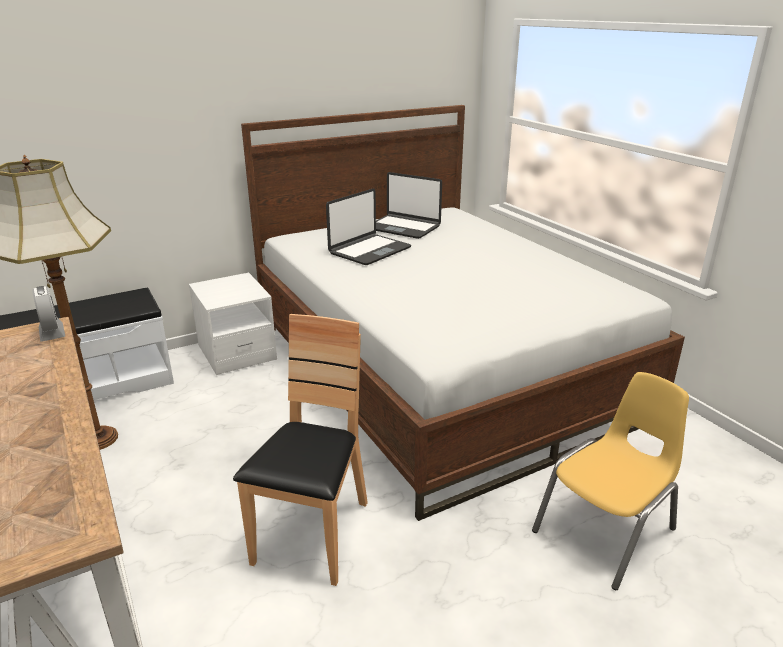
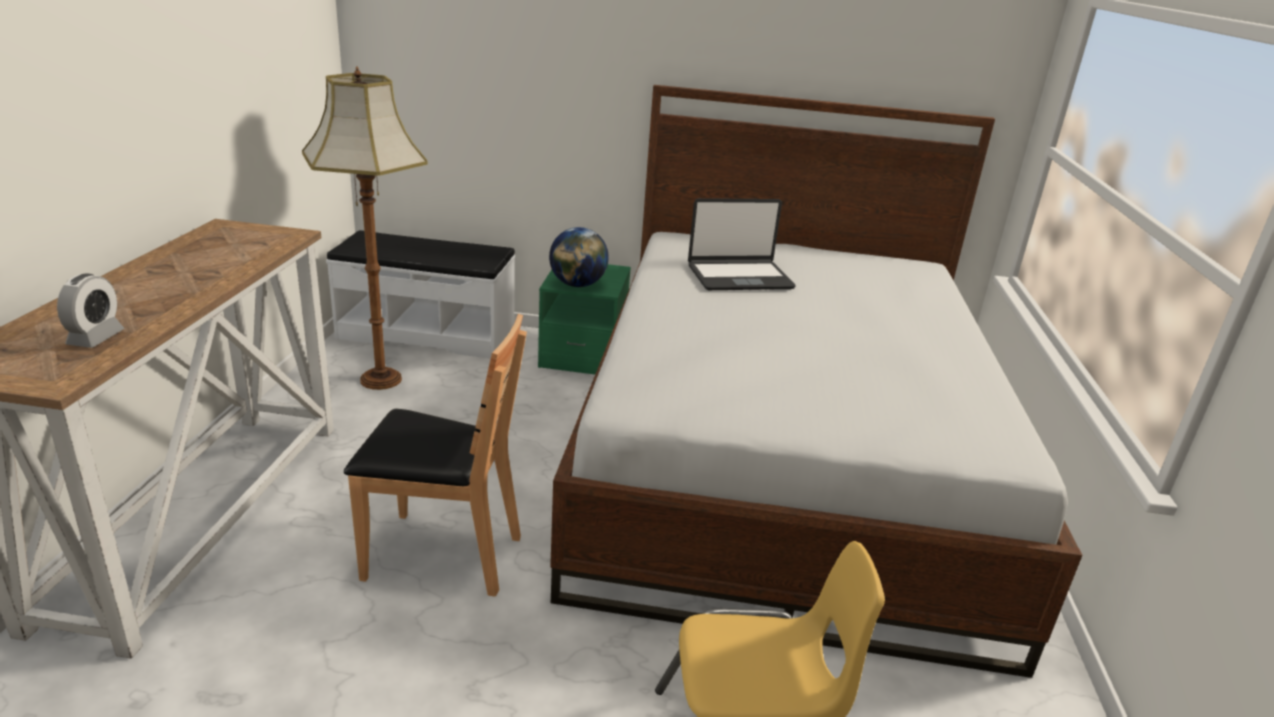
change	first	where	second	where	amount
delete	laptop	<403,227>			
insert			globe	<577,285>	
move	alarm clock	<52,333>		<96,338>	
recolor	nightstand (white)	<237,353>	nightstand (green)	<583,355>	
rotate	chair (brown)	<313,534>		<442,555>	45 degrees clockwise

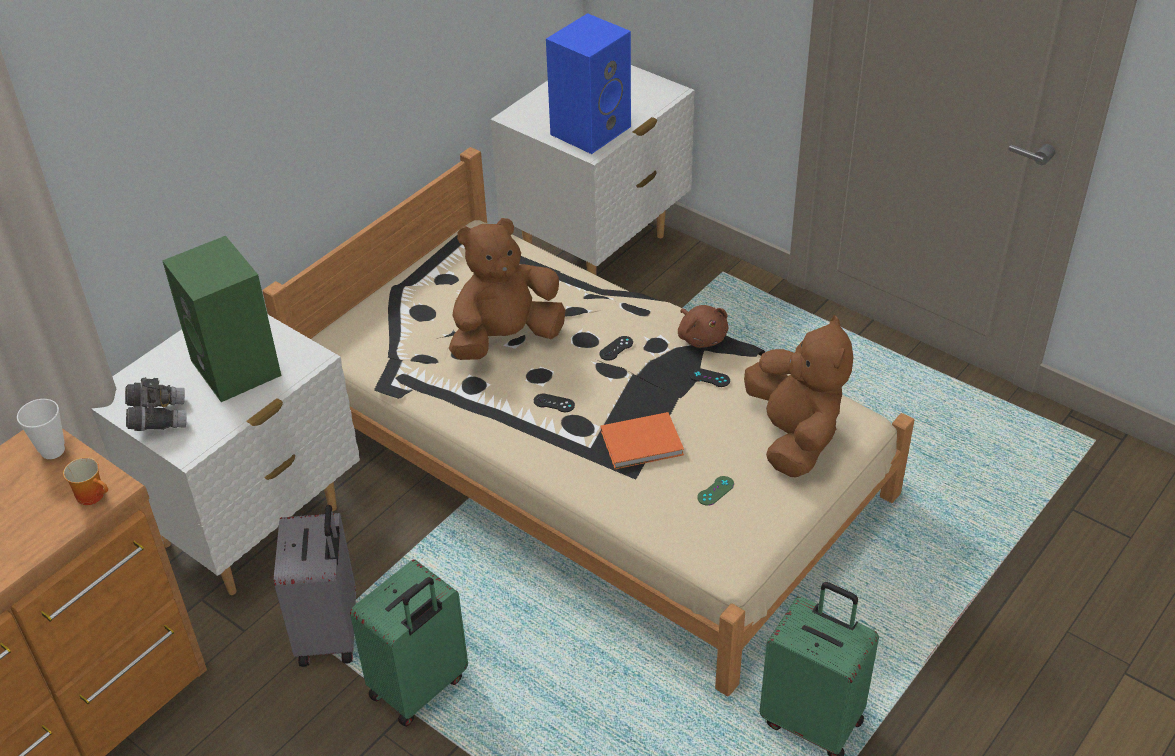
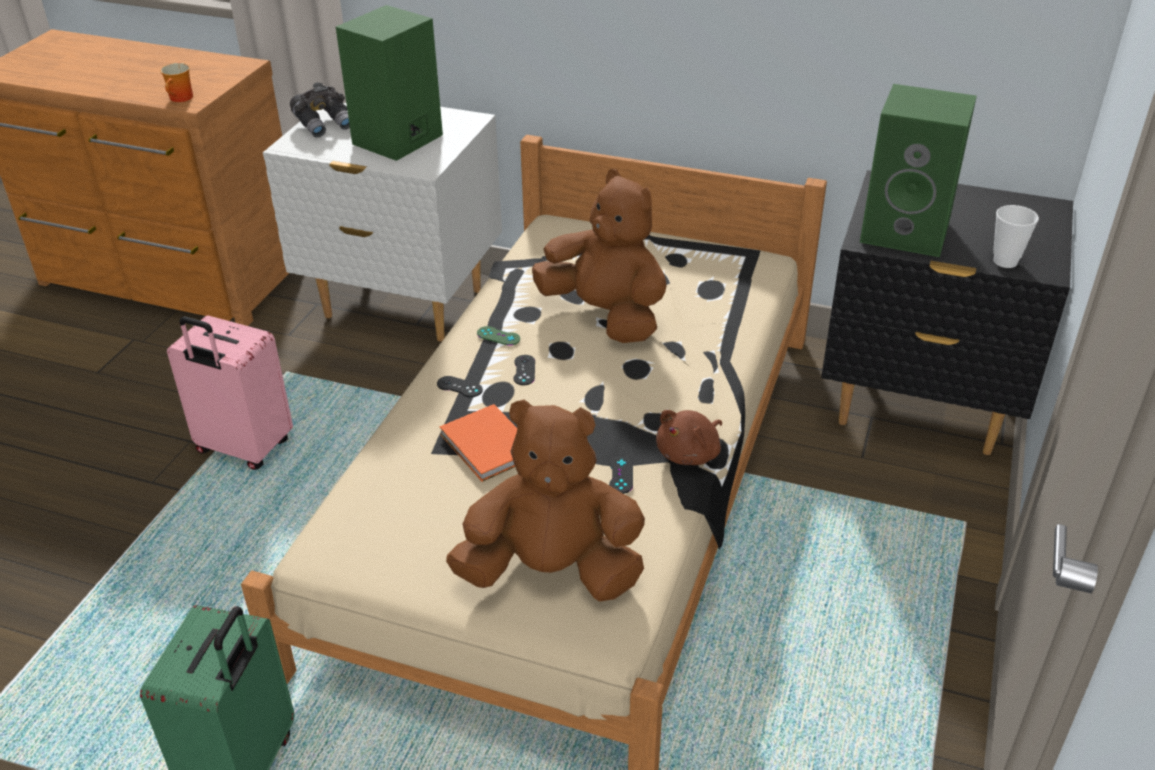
change	first	where	second	where	amount
delete	suitcase (grey)	<330,633>			
move	cup	<52,450>		<1005,261>	
move	game controller (black)	<616,348>		<459,387>	
move	game controller (green)	<715,491>		<498,336>	
recolor	suitcase (green)	<420,688>	suitcase (pink)	<243,448>	
recolor	nightstand (white)	<597,249>	nightstand (black)	<919,408>	
recolor	speaker (blue)	<590,129>	speaker (green)	<907,232>	
rotate	plush toy (brown)	<794,436>		<552,572>	150 degrees counterclockwise

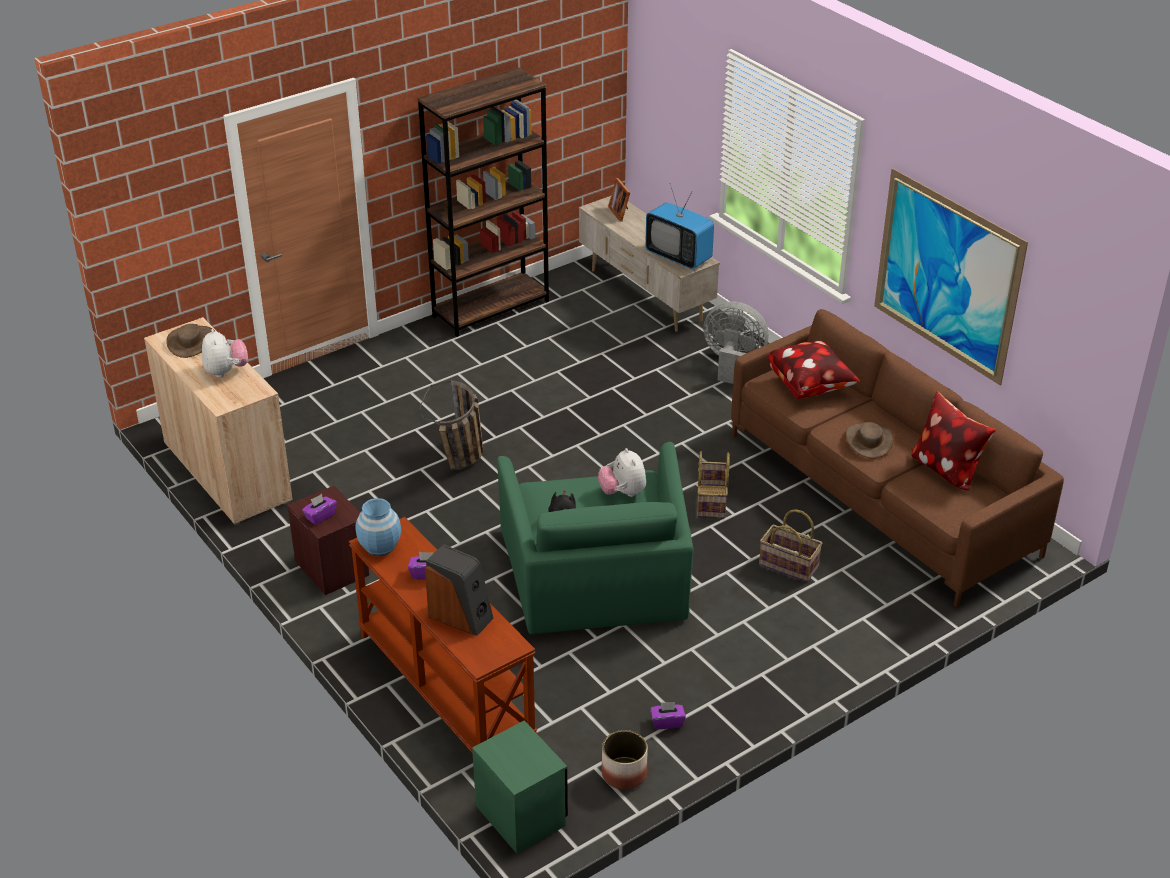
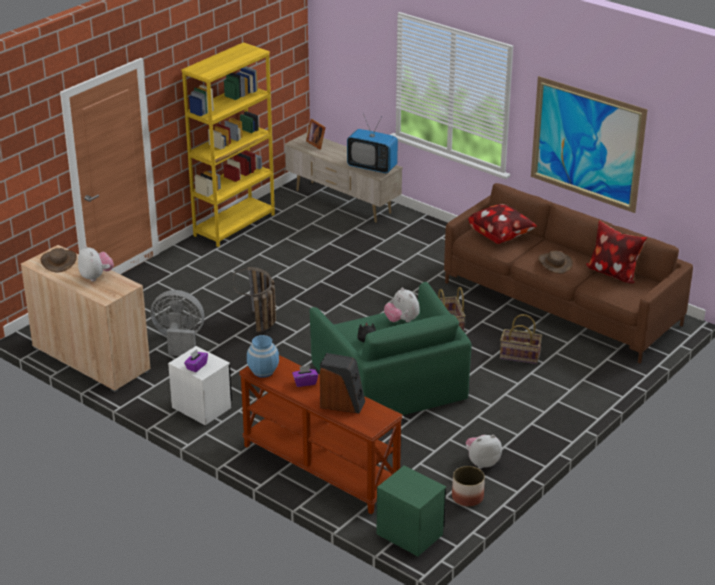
change	first	where	second	where	amount
move	fan (grey)	<733,365>		<179,341>	
replace	tissue box (purple)	<667,722>	plush toy	<482,462>	
recolor	nightstand (brown)	<332,568>	nightstand (white)	<201,407>	
recolor	bookcase (brown)	<491,308>	bookcase (yellow)	<234,225>	

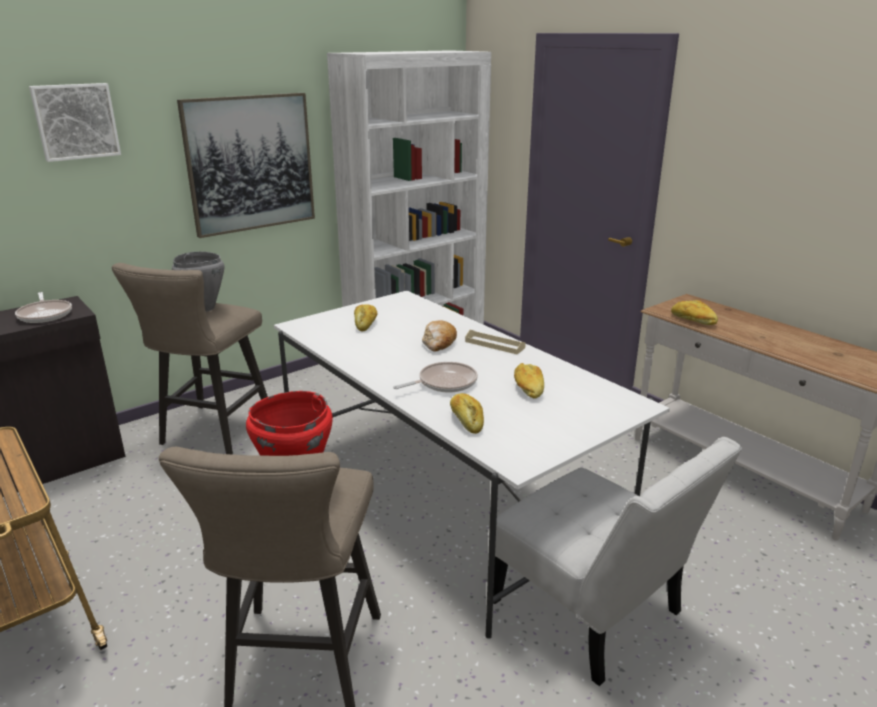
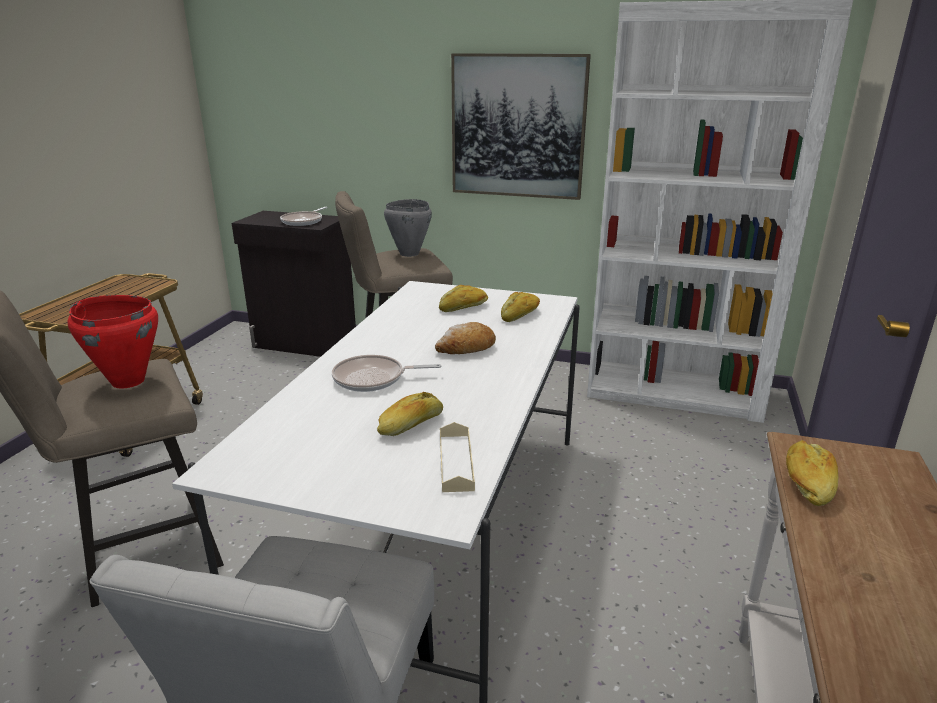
change	first	where	second	where	amount
delete	picture	<76,121>			
move	bread	<466,420>		<520,315>	
move	tray (beige)	<494,344>		<456,462>	
rotate	frying pan	<444,383>		<373,379>	150 degrees clockwise

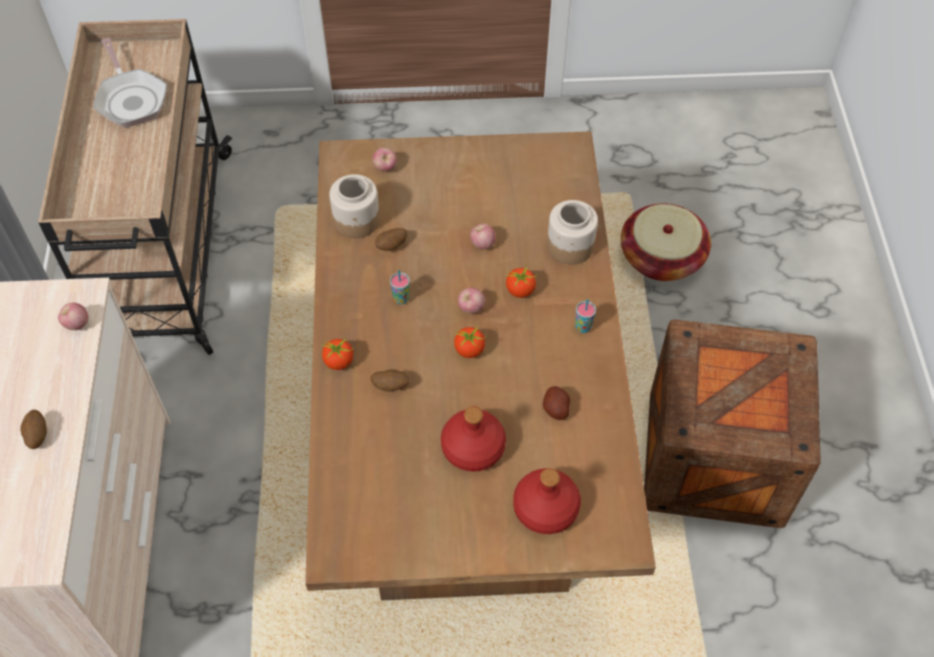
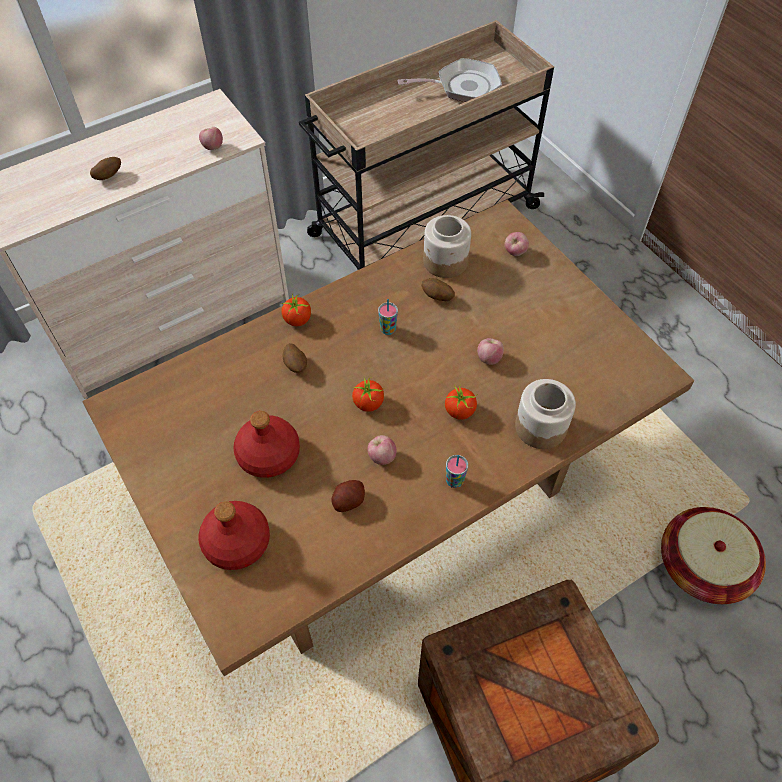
change	first	where	second	where	amount
move	apple	<471,308>		<381,457>	
rotate	frying pan	<131,99>		<462,87>	135 degrees counterclockwise

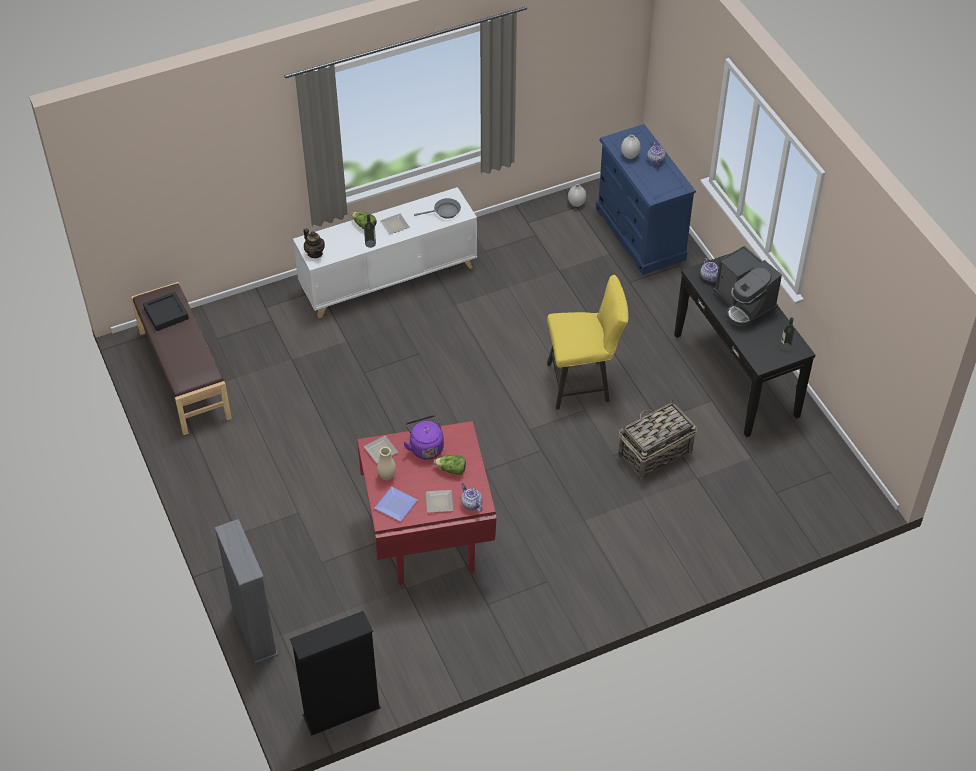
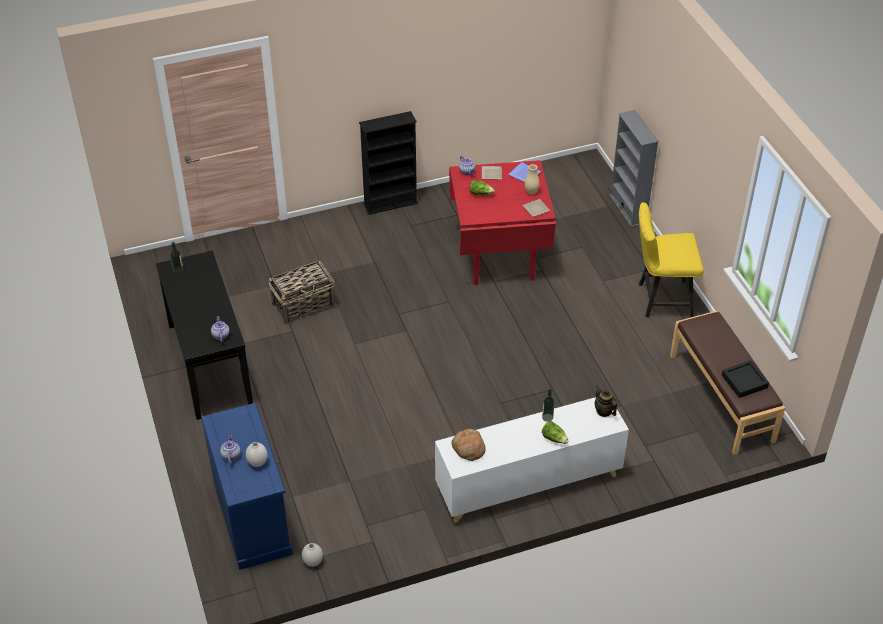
change	first	where	second	where	amount
delete	plate	<393,225>			
delete	kettle (purple)	<425,447>			
delete	coffee machine	<744,303>			
move	bookcase (black)	<341,712>		<390,203>	
move	chair (yellow)	<583,383>		<660,300>	
replace	frying pan (grey)	<444,212>	bread	<468,448>	

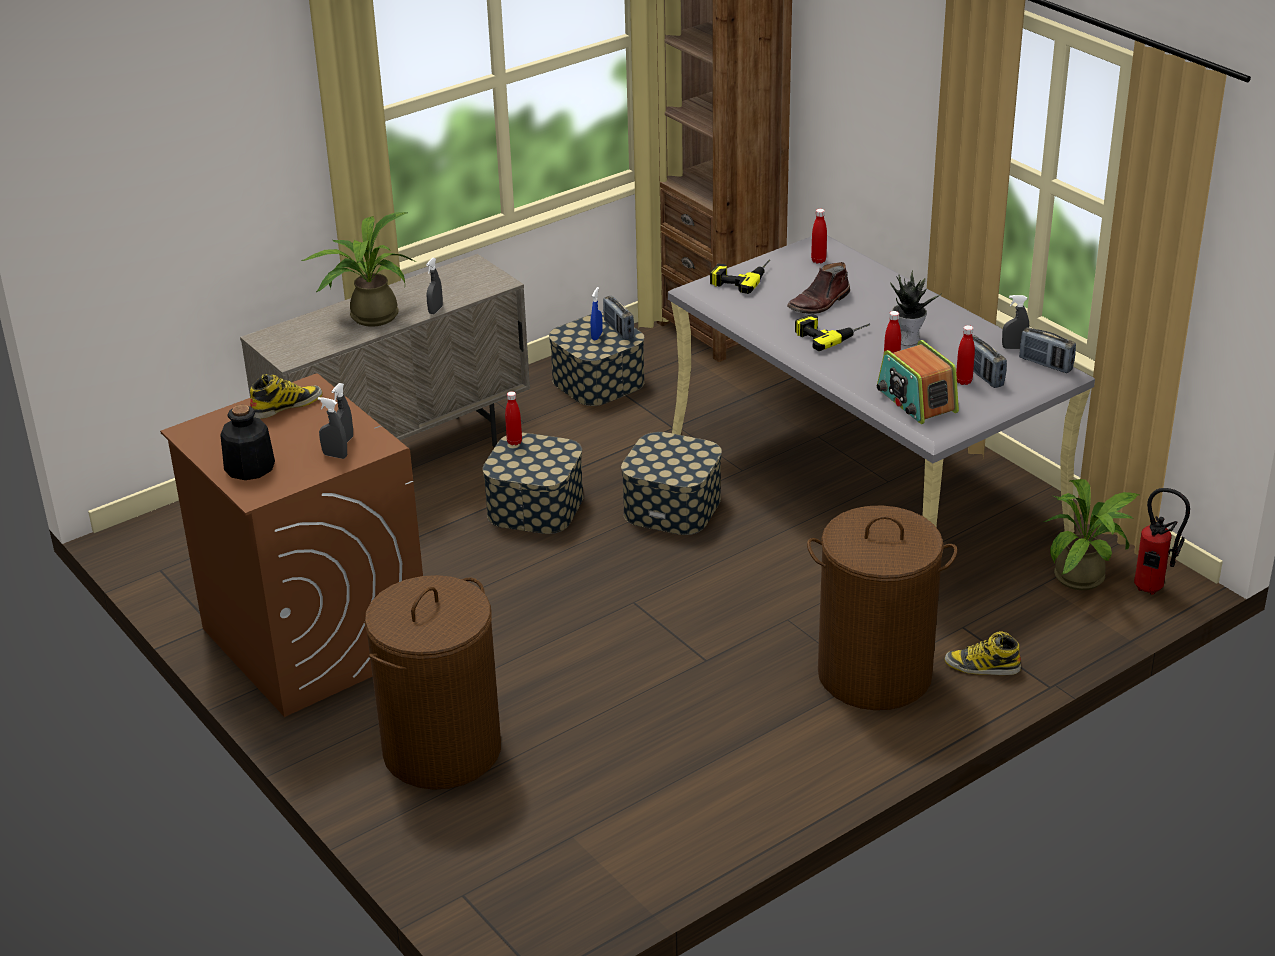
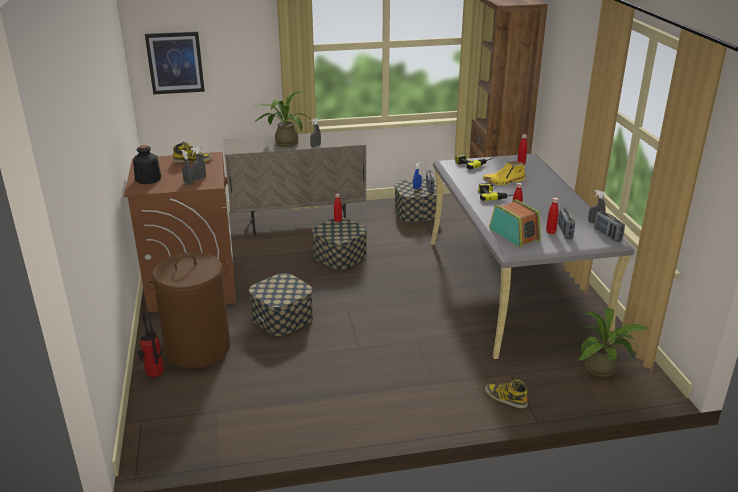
change	first	where	second	where	amount
delete	laundry basket (brown)	<874,675>			
delete	potted plant	<908,338>			
insert			picture	<175,62>	
move	storage box	<672,506>		<282,318>	
move	fire extinguisher	<1152,590>		<155,376>	
recolor	boot (brown)	<819,303>	boot (yellow)	<504,181>	
rotate	radio	<916,401>		<514,234>	150 degrees clockwise

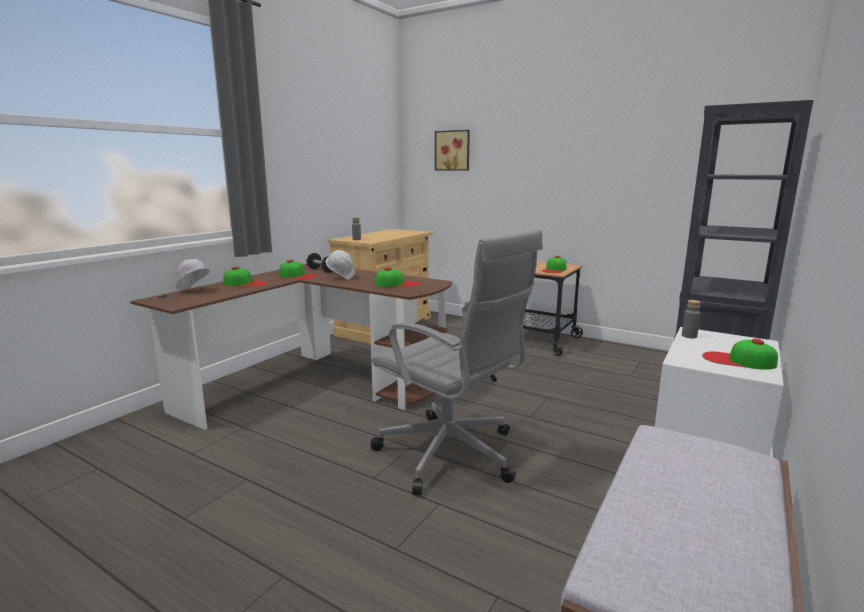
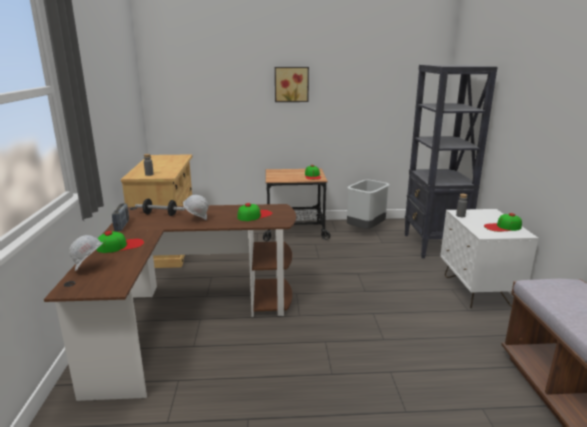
change	first	where	second	where	amount
delete	cap	<298,276>			
delete	office chair (grey)	<451,455>			
insert			radio	<122,226>	
insert			trash can (grey)	<365,229>	
move	picture	<453,150>		<291,84>	

